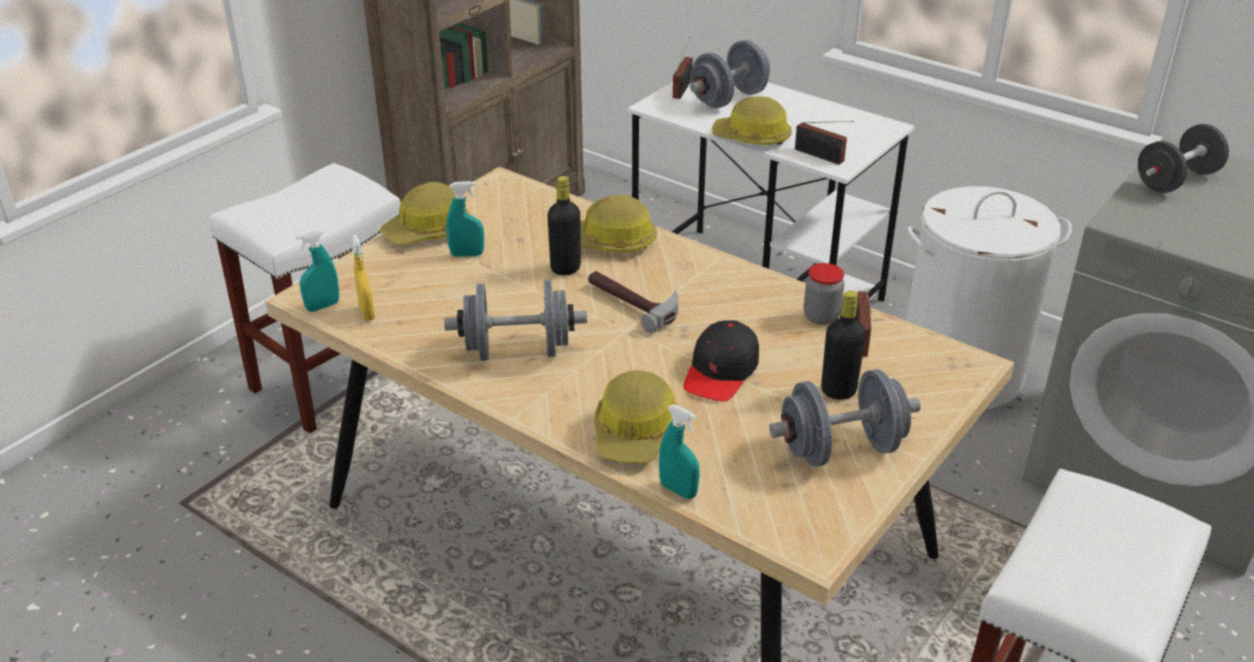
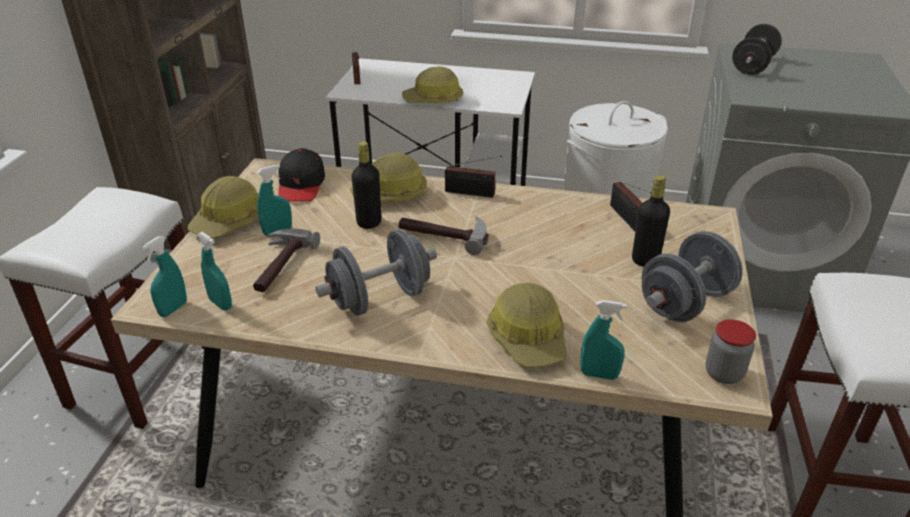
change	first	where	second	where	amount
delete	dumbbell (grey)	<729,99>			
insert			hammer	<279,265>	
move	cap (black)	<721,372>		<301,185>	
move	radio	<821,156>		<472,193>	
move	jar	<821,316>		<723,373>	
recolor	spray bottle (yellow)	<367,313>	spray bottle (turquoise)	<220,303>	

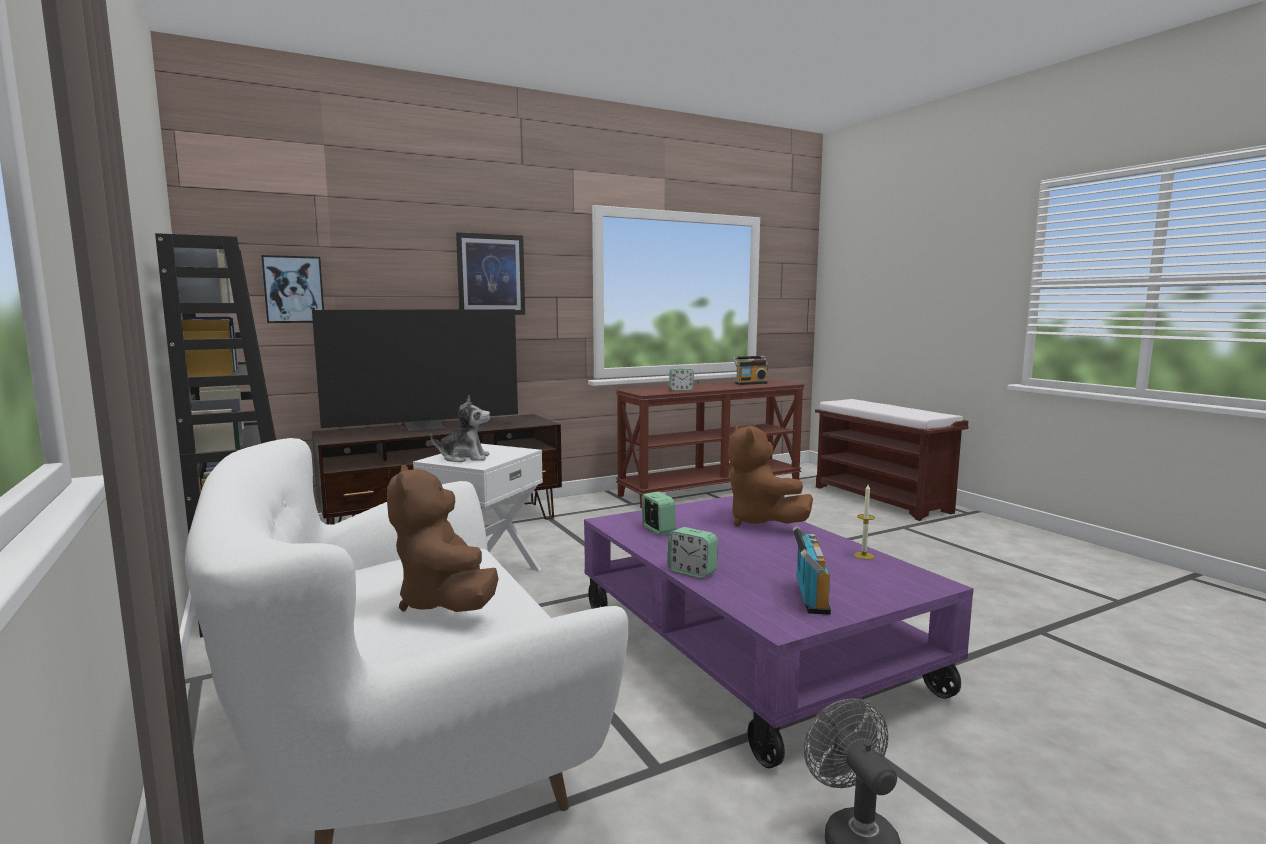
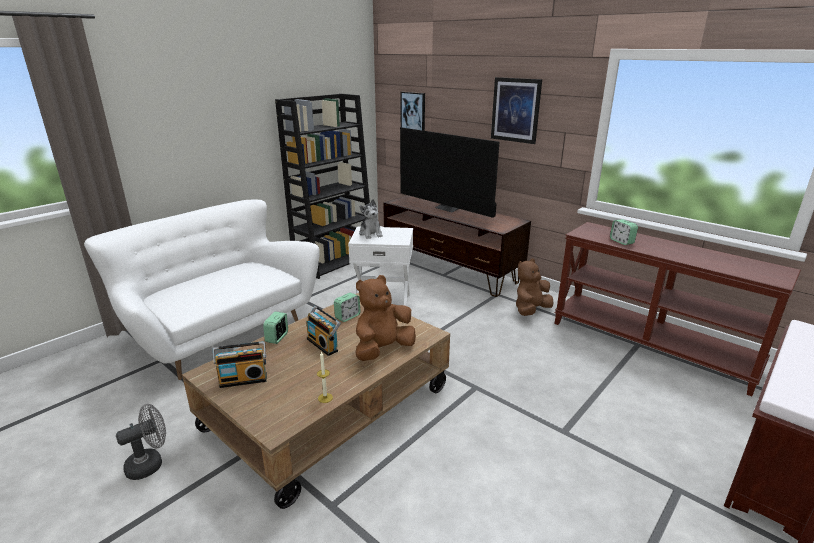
change	first	where	second	where	amount
move	plush toy (brown)	<446,603>		<531,310>	
move	radio	<750,383>		<324,344>	
recolor	coffee table (purple)	<747,649>	coffee table (brown)	<329,408>	

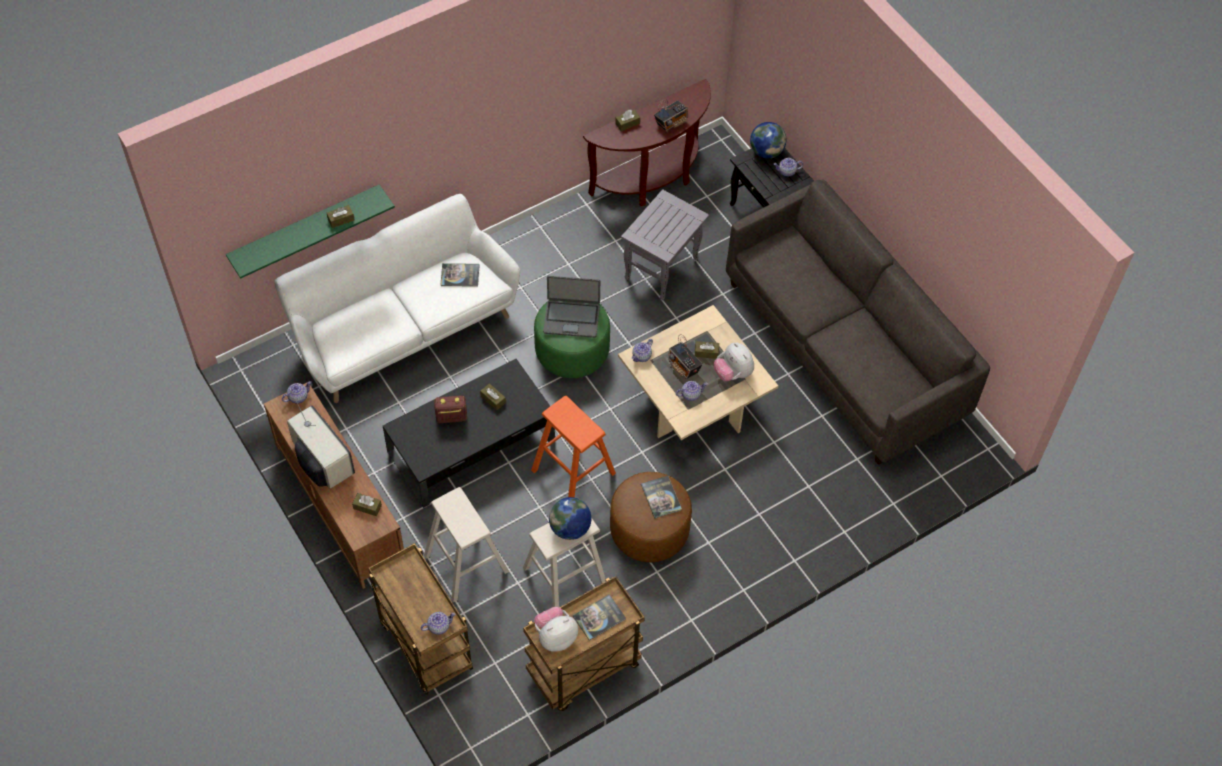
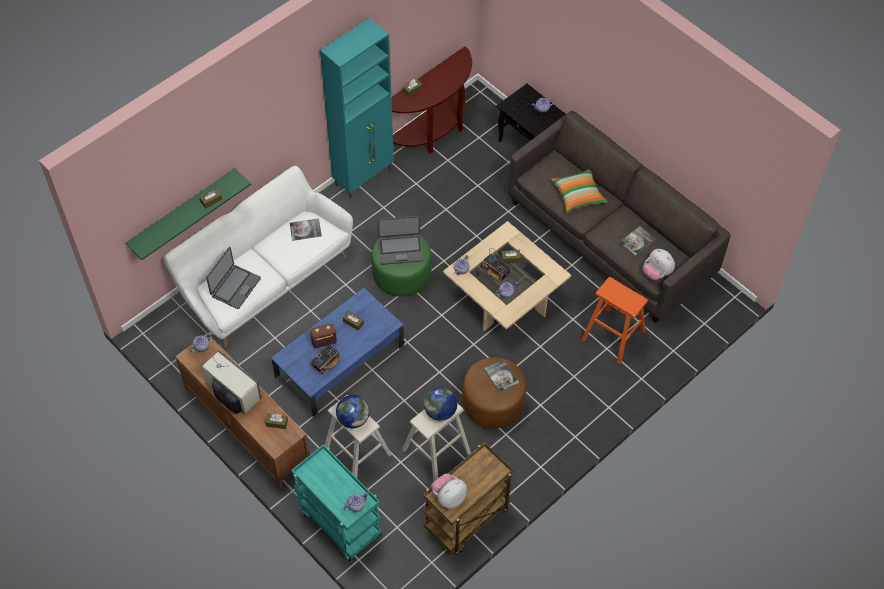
change	first	where	second	where	amount
delete	side table (grey)	<661,270>			
insert			laptop	<235,287>	
insert			cabinet (turquoise)	<364,177>	
insert			pillow	<578,195>	
move	stool (orange)	<573,472>		<613,335>	
move	book	<599,617>		<637,241>	
move	radio	<671,122>		<326,364>	
move	plush toy	<733,373>		<656,273>	
move	globe	<766,151>		<353,419>	
recolor	cart (brown)	<424,644>	cart (turquoise)	<338,522>	
recolor	coffee table (black)	<472,445>	coffee table (blue)	<340,361>	

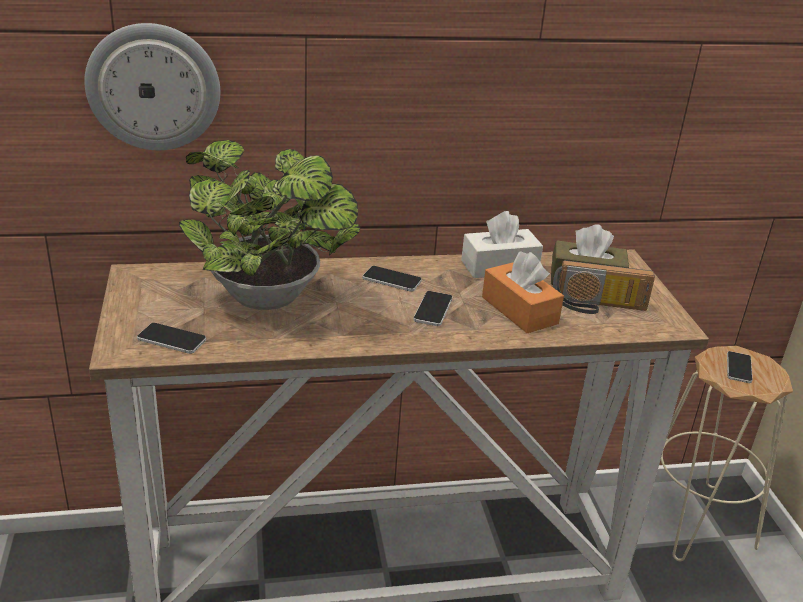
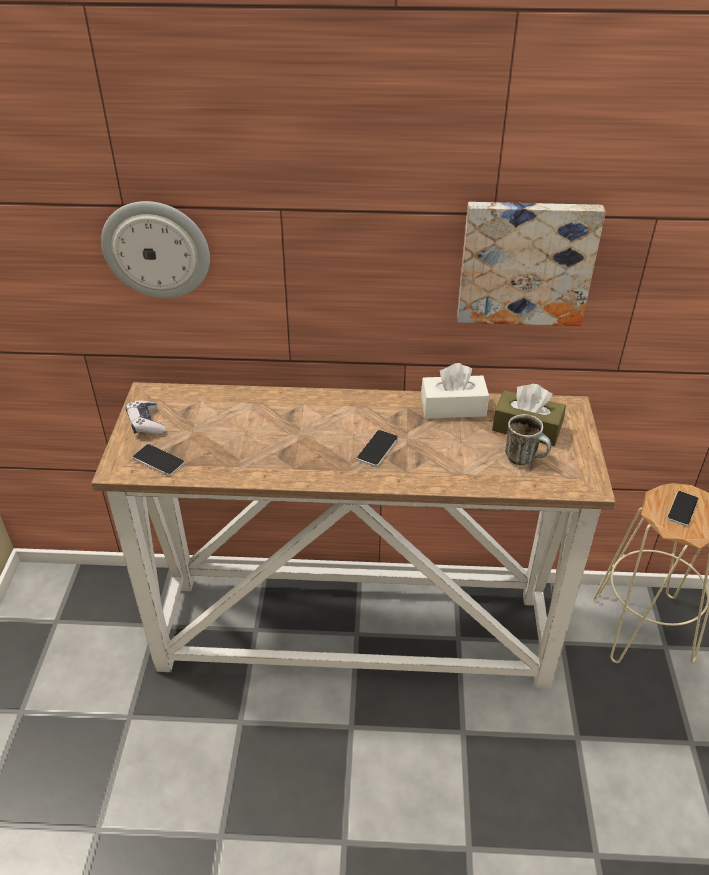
change	first	where	second	where	amount
delete	potted plant	<272,300>			
delete	phone	<392,279>			
delete	tissue box (orange)	<519,310>			
insert			game controller	<146,423>	
insert			picture	<526,262>	
replace	radio	<598,307>	mug	<525,458>	

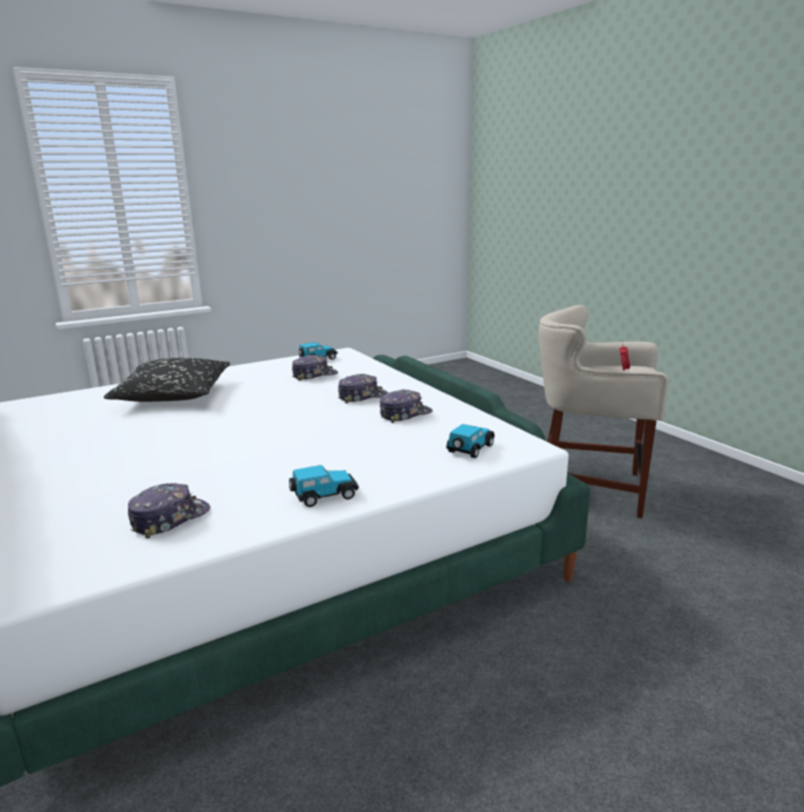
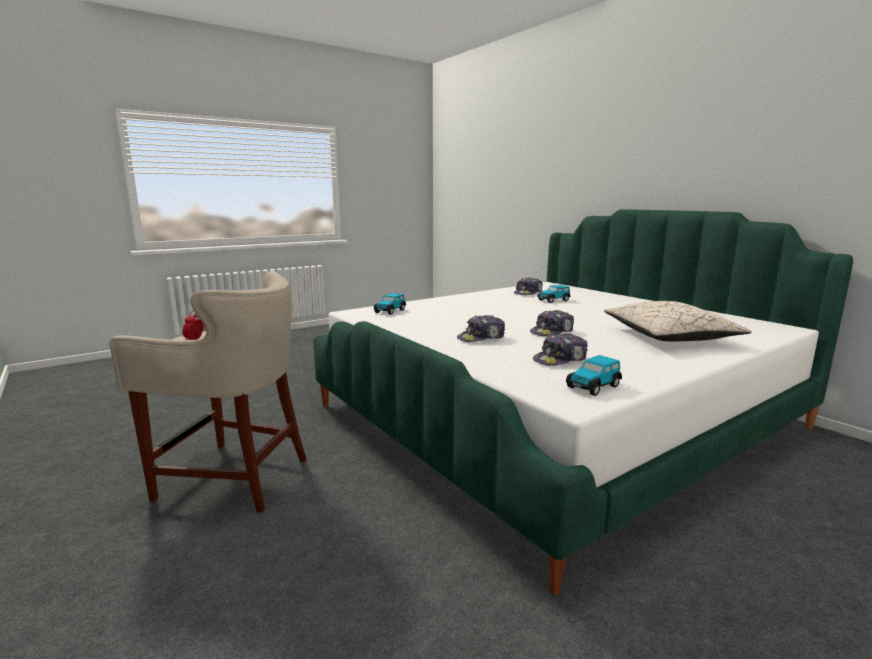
change	first	where	second	where	amount
move	toy car	<323,496>		<554,300>	
move	cap	<405,414>		<552,332>	
recolor	pillow (black)	<173,395>	pillow (beige)	<669,337>	

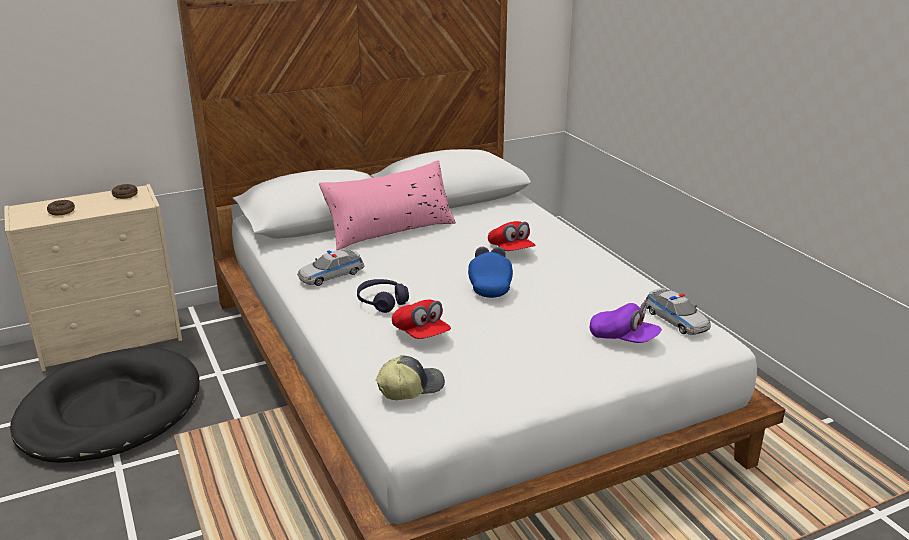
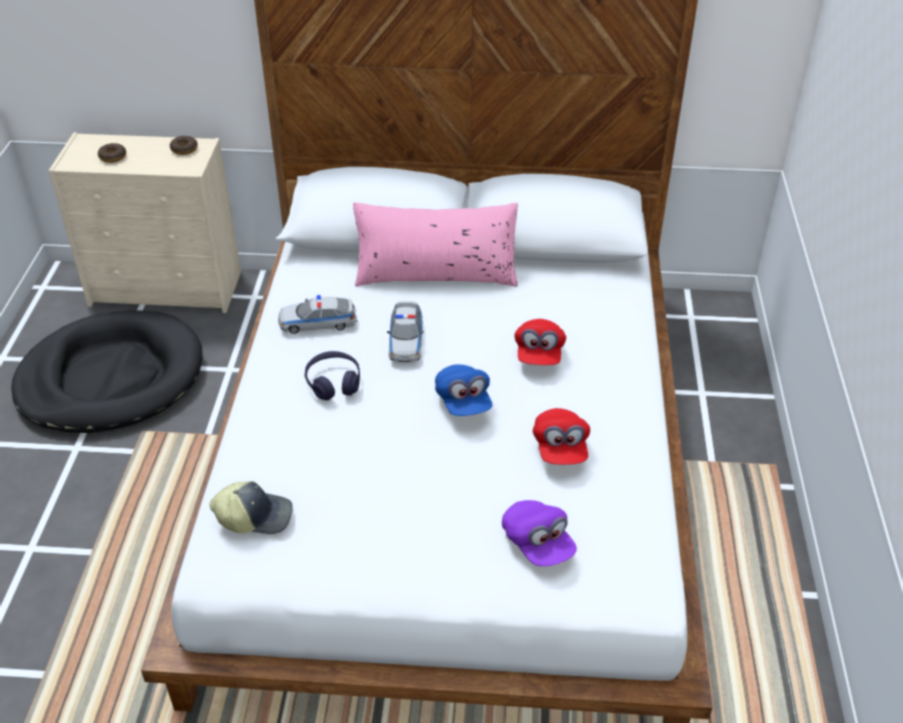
change	first	where	second	where	amount
move	cap (red)	<421,334>		<560,448>	
move	toy car	<675,320>		<406,339>	
rotate	cap (blue)	<489,285>		<463,402>	135 degrees clockwise

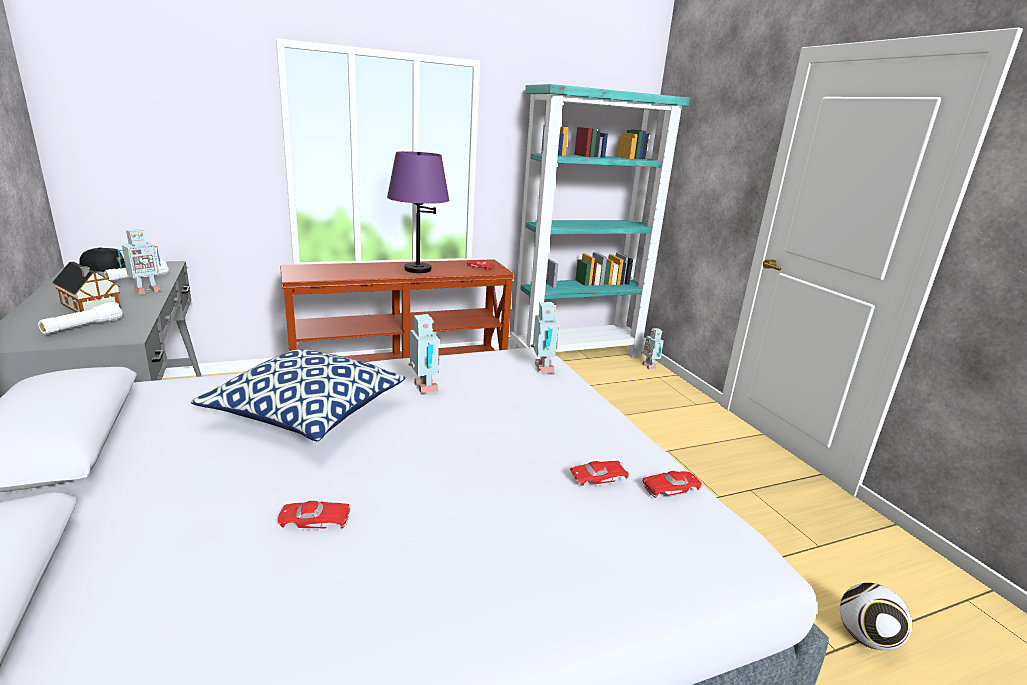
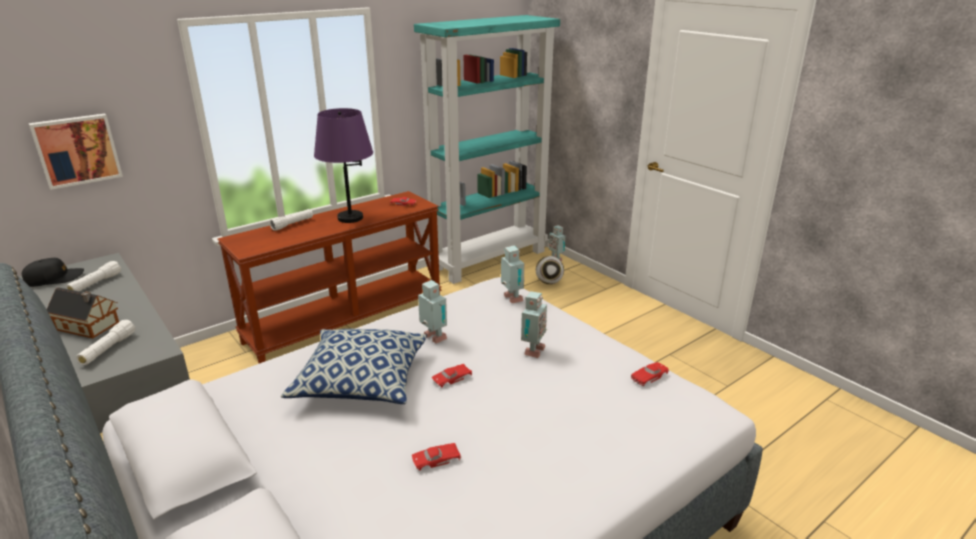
change	first	where	second	where	amount
insert			picture	<77,150>	
insert			flashlight (white)	<292,224>	
move	toy robot	<145,291>		<532,351>	
move	toy car (red)	<598,477>		<452,378>	
move	football	<866,638>		<549,282>	

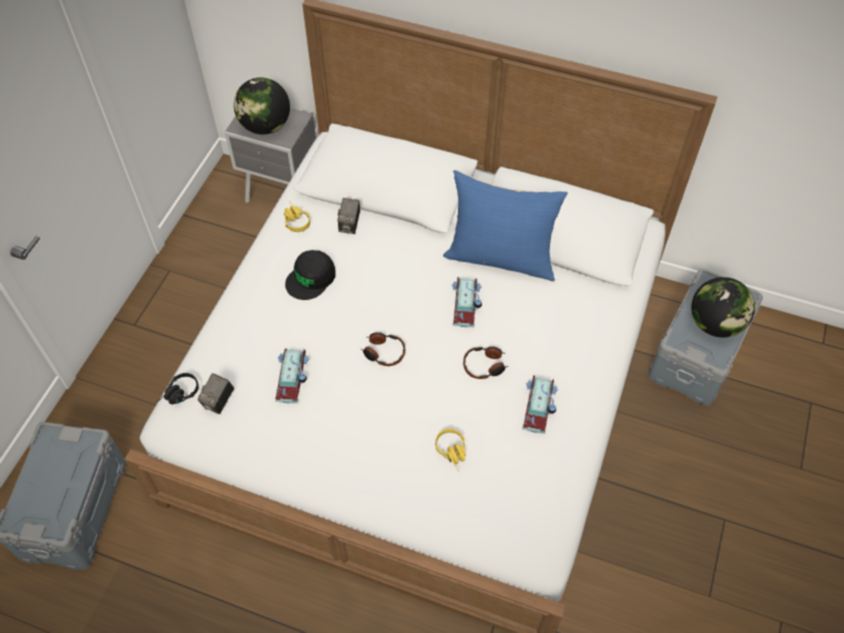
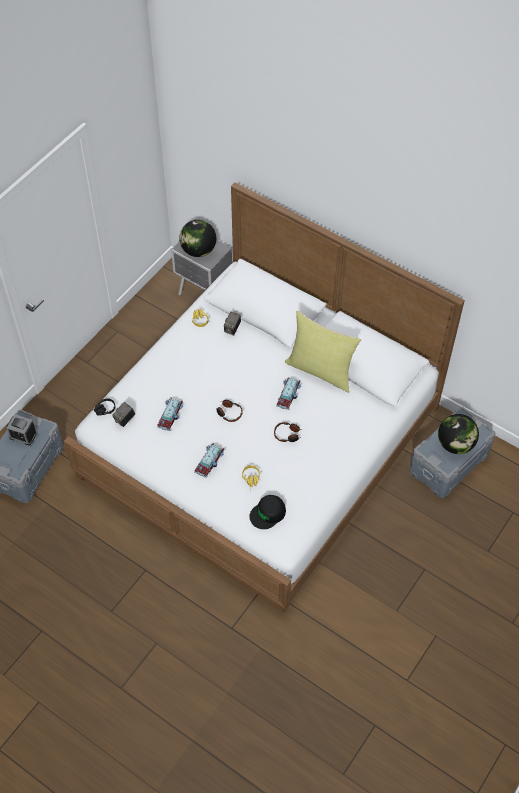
change	first	where	second	where	amount
insert			alarm clock	<23,435>	
move	cap (black)	<311,278>		<268,513>	
move	toy car	<539,406>		<210,461>	
recolor	pillow (blue)	<501,257>	pillow (yellow)	<321,370>	

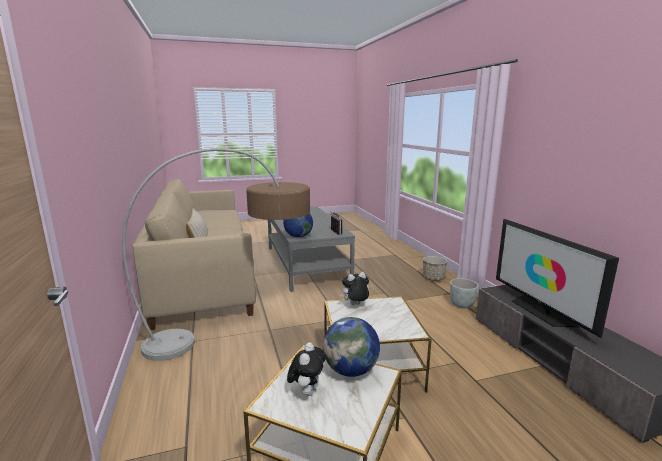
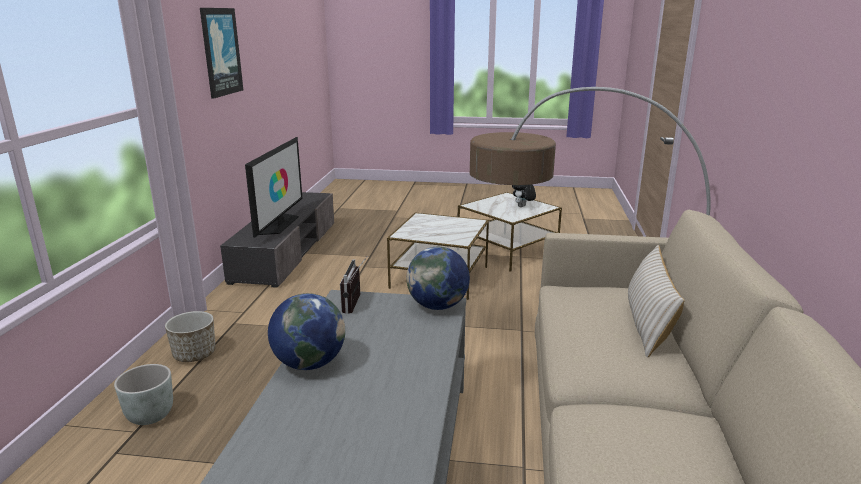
change	first	where	second	where	amount
delete	plush toy	<355,305>			
insert			picture	<220,52>	
move	globe	<351,370>		<309,363>	
move	planter (grey)	<461,305>		<150,416>	

